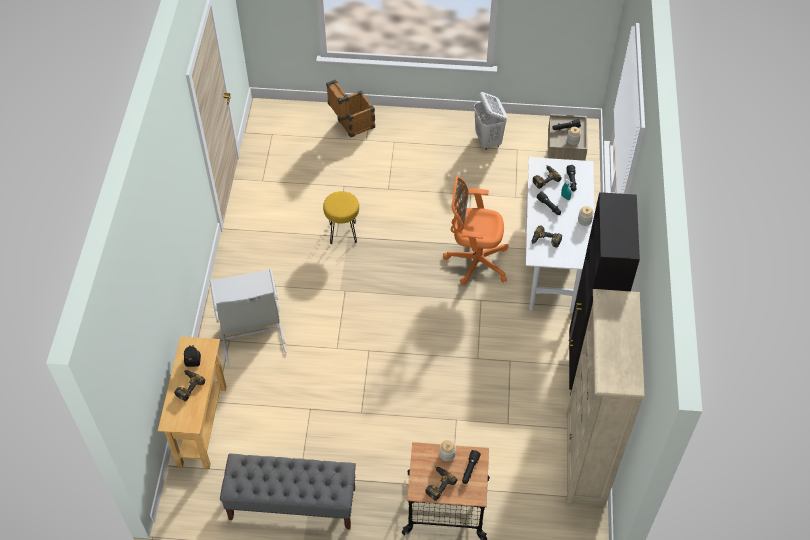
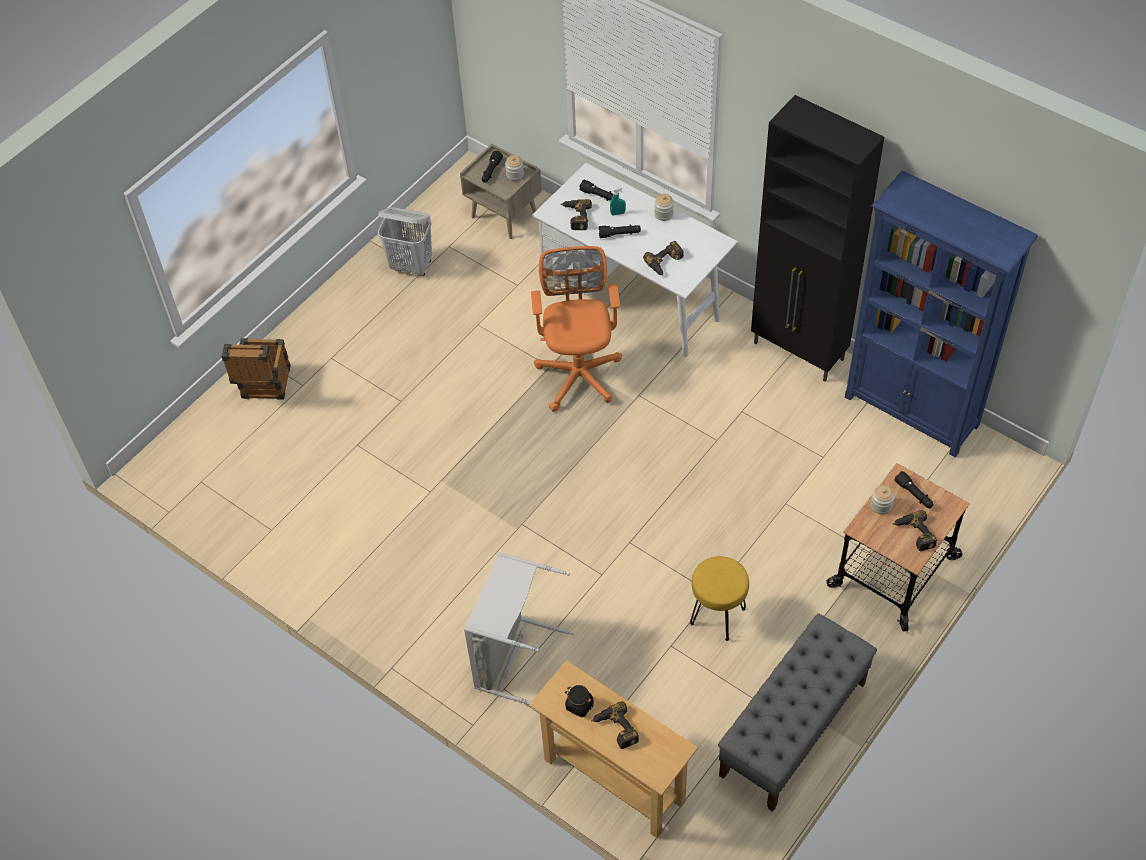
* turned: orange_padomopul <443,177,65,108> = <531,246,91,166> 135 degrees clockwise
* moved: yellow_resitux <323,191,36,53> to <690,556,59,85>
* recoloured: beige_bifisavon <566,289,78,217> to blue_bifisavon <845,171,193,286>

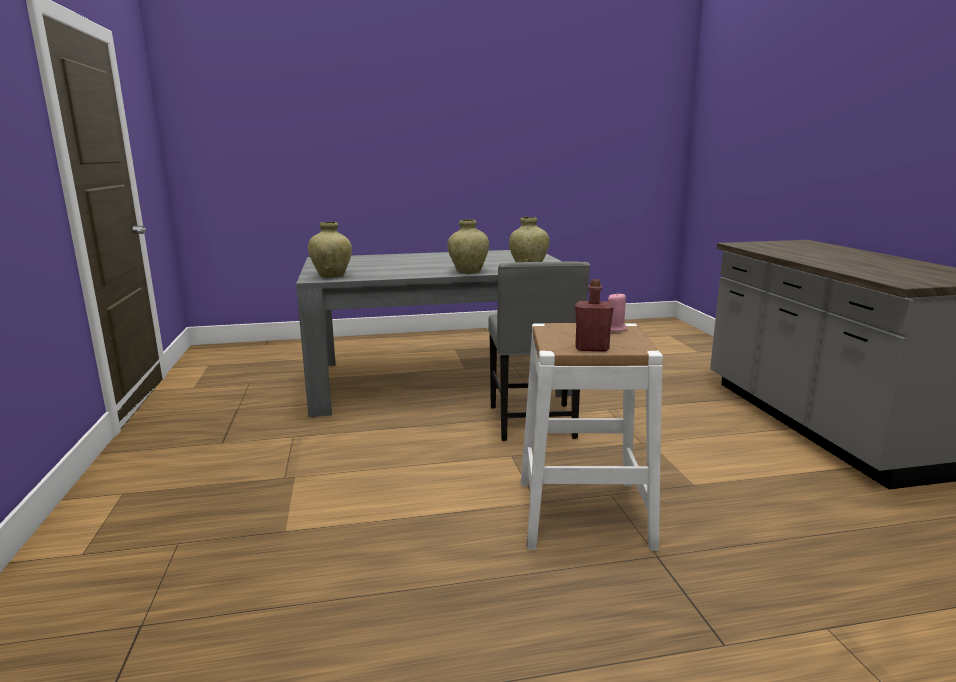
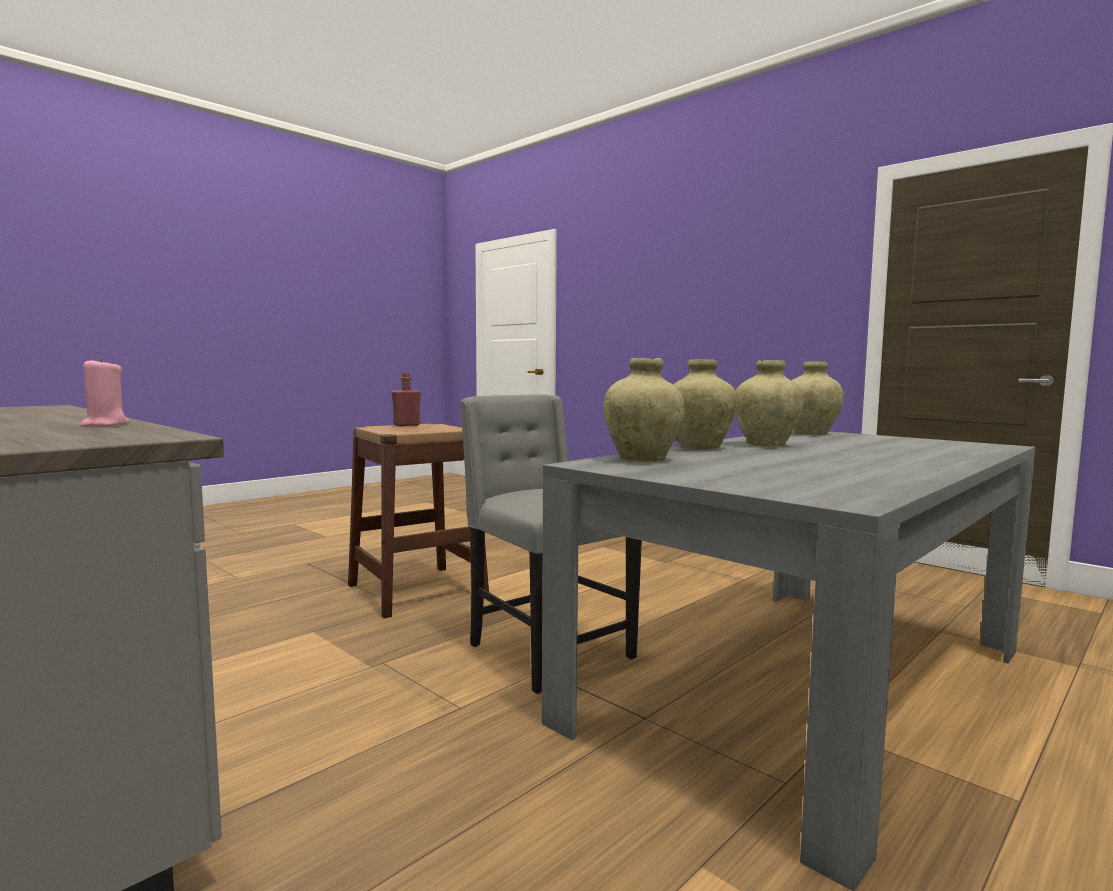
* moved: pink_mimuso <608,292,19,39> to <80,357,49,70>
* recoloured: white_resitux <521,323,142,228> to brown_resitux <348,424,141,194>
* added: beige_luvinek <736,360,68,87>

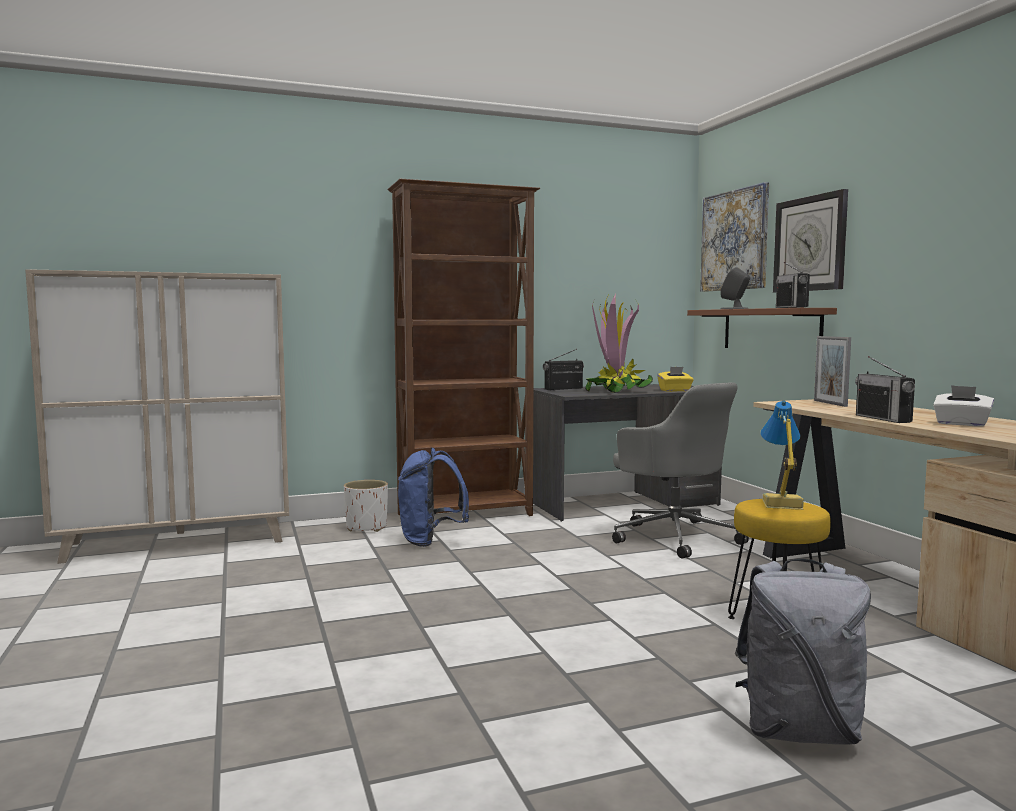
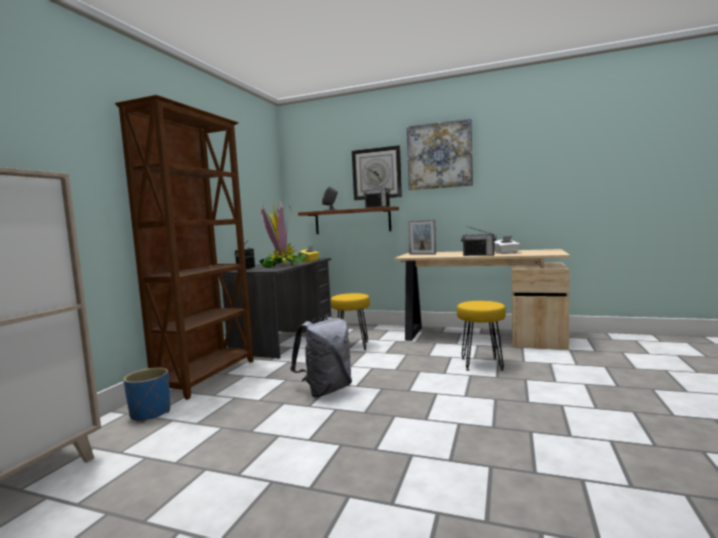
* moved: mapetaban <700,182,69,110> to <407,118,66,72>
* replaced: grey_padomopul <612,382,137,177> to yellow_resitux <331,293,39,57>
* removed: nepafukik <760,400,44,110>
* removed: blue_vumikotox <398,447,71,100>
* recoloured: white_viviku <344,480,44,52> to blue_viviku <123,368,47,54>
* moved: grey_vumikotox <735,559,136,186> to <290,316,62,81>

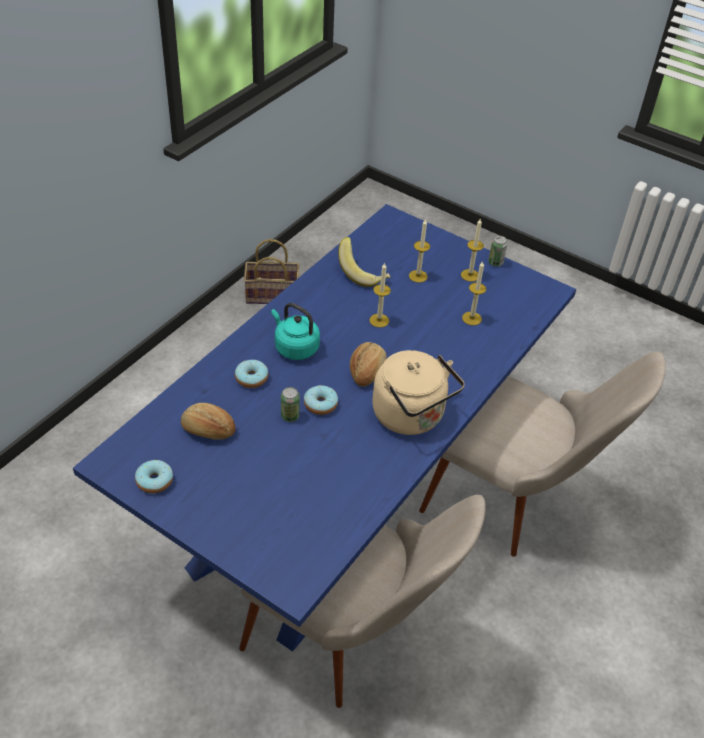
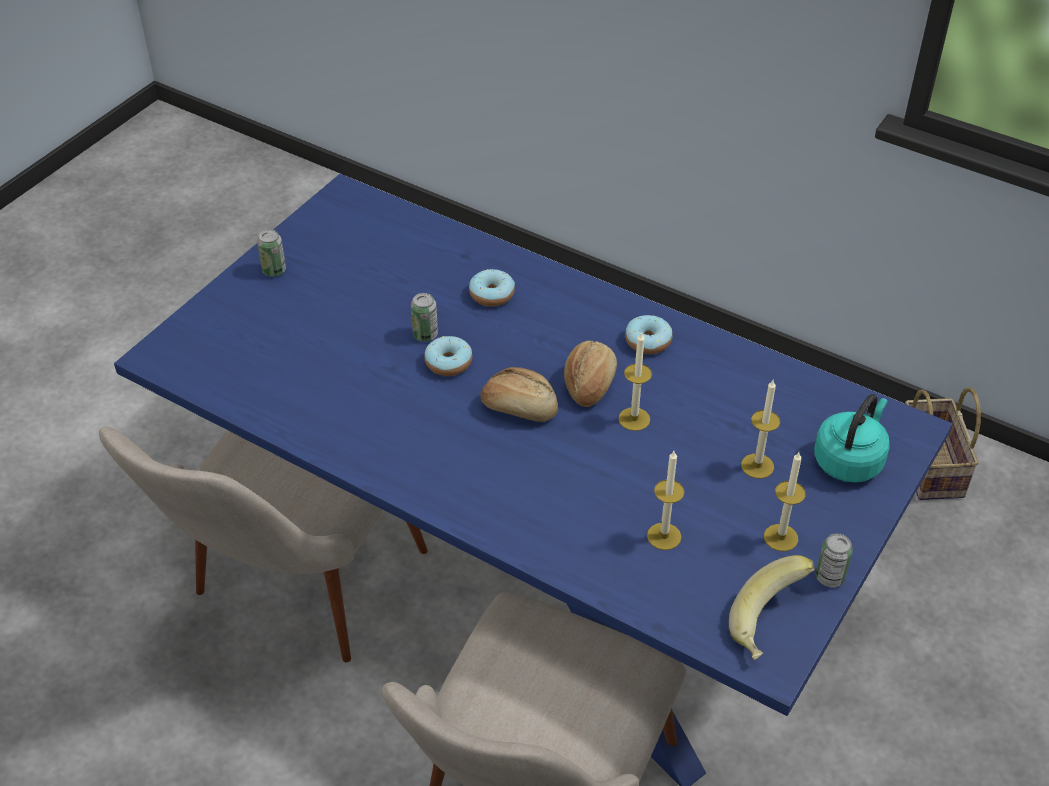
* moved: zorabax <338,237,52,50> to <729,555,86,105>
* moved: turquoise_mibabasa <271,303,49,57> to <814,394,76,89>
* removed: beige_mibabasa <372,350,93,85>
* moved: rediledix <181,403,55,37> to <564,341,53,66>
* moved: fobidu <135,460,38,33> to <625,315,48,39>
* added: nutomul <257,229,29,48>

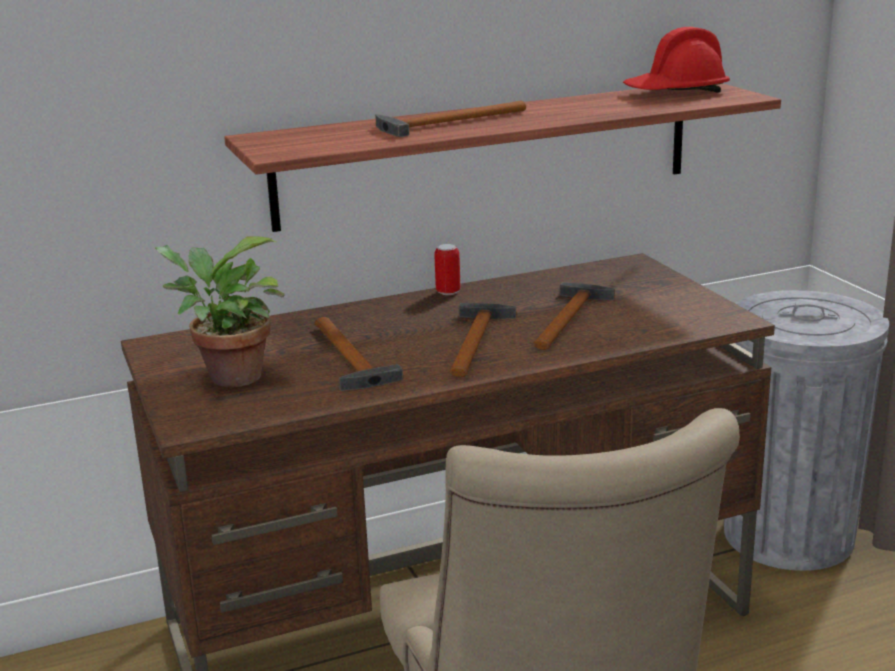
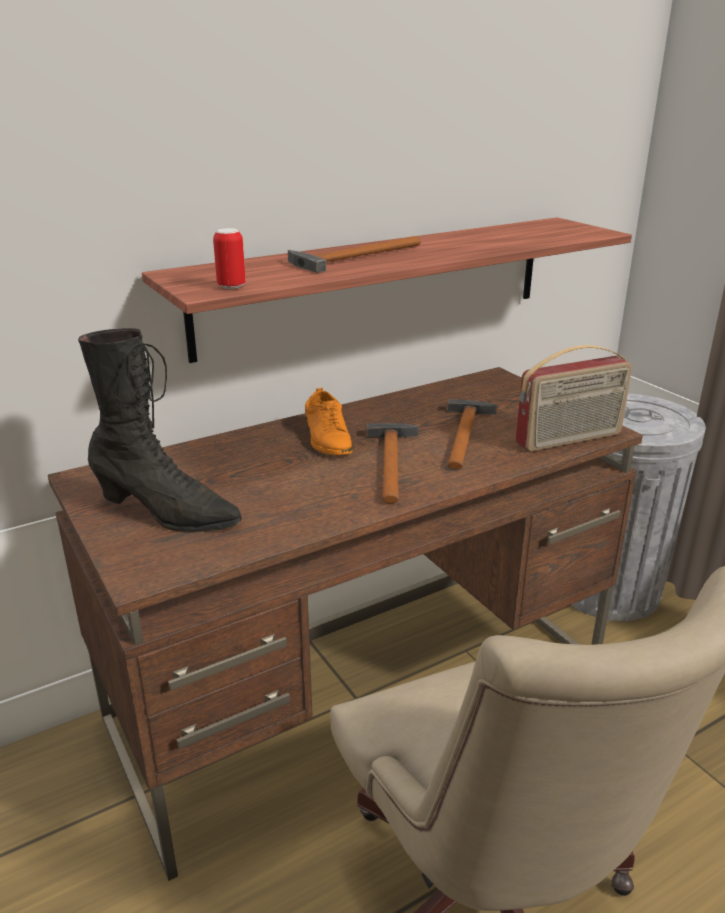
* removed: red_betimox <623,27,107,66>
* replaced: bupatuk <155,236,130,151> to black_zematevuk <78,328,164,205>
* moved: nutomul <434,244,27,51> to <213,228,33,61>
* removed: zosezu <315,317,88,74>
* added: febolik <515,345,117,107>
* added: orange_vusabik <305,388,48,67>

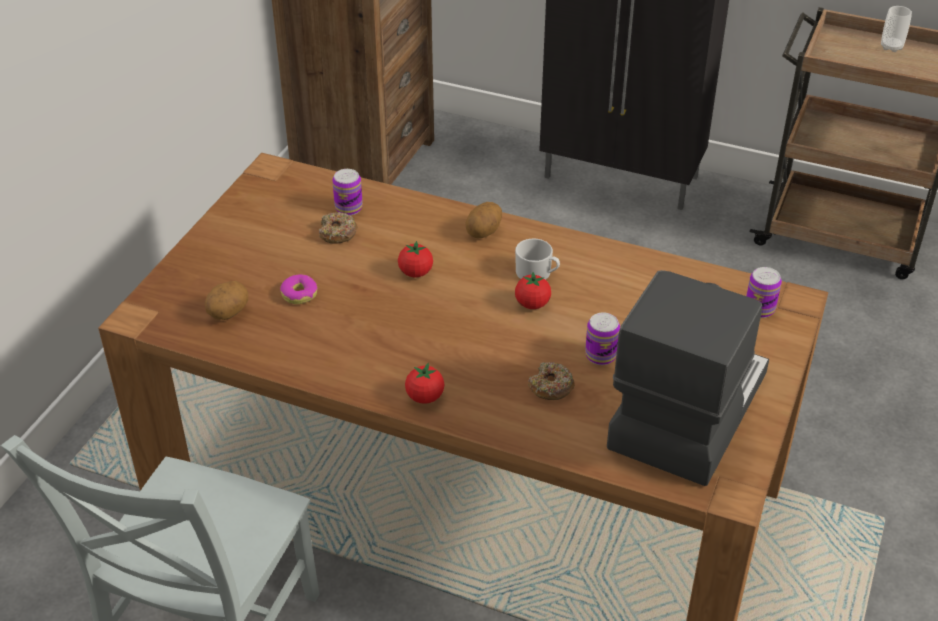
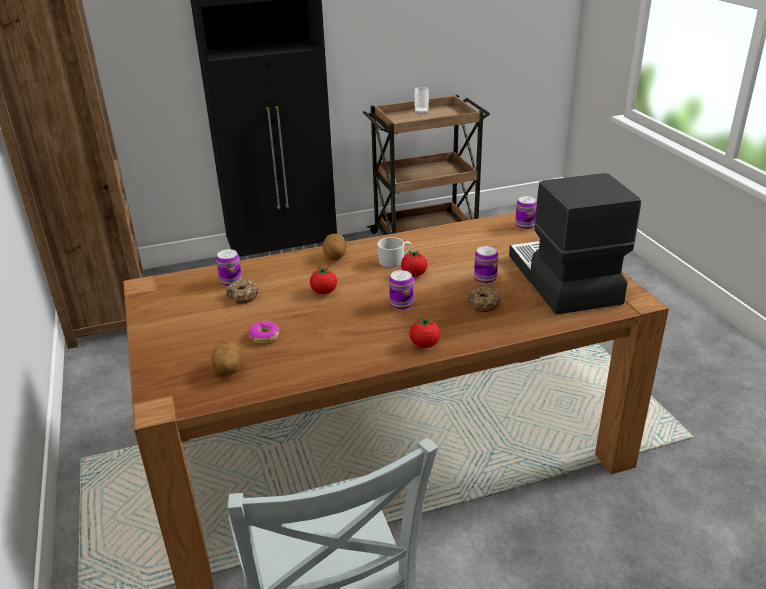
* added: nutomul <389,270,24,40>

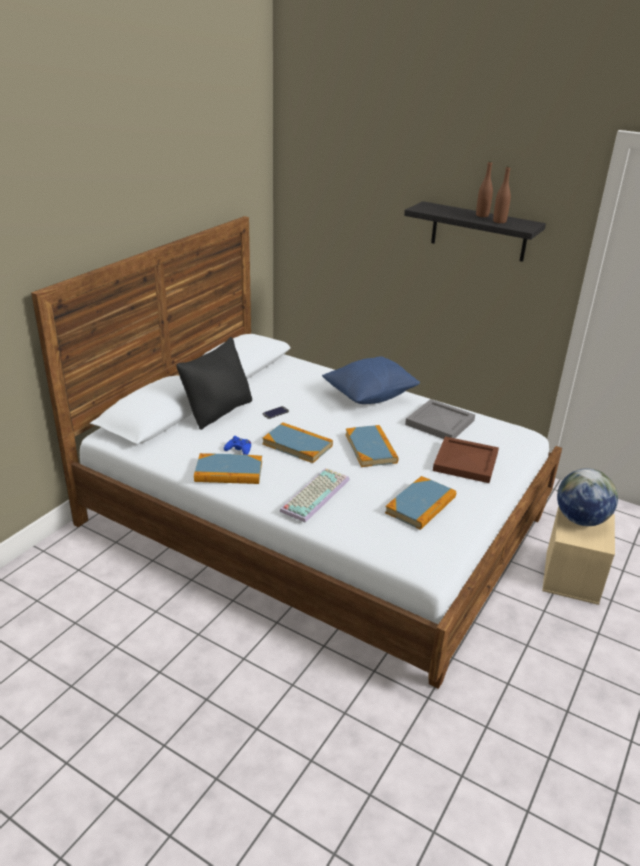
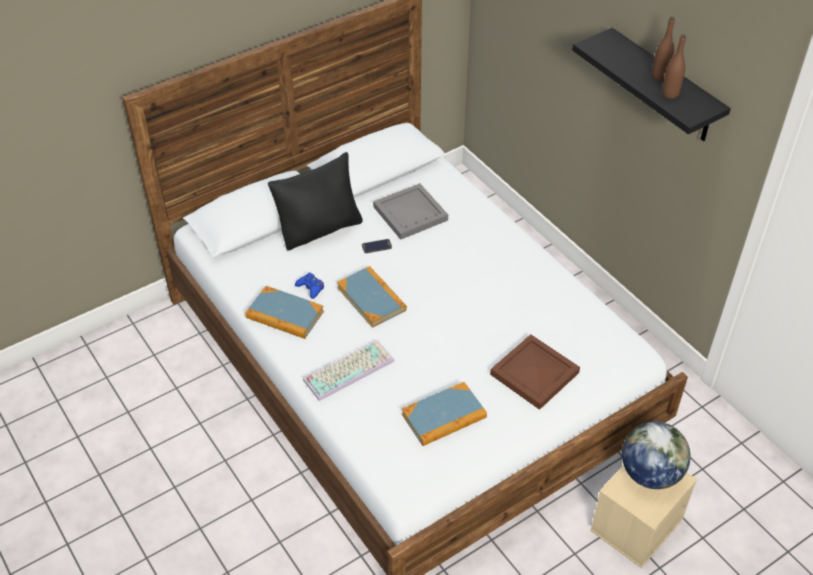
* removed: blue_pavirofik <322,356,98,48>
* moved: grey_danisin <405,399,70,40> to <373,183,75,57>
* removed: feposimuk <345,425,54,42>

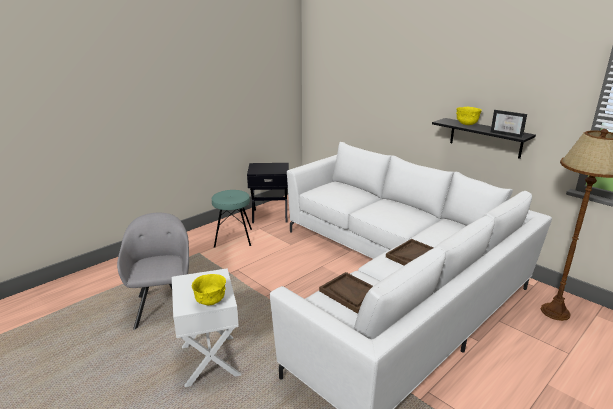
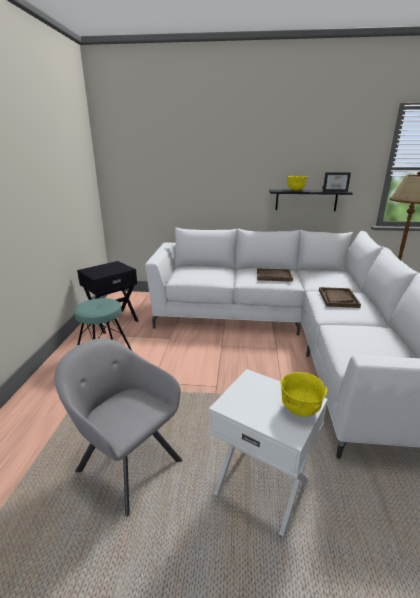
* moved: brown_danisin <319,272,54,42> to <257,268,36,14>

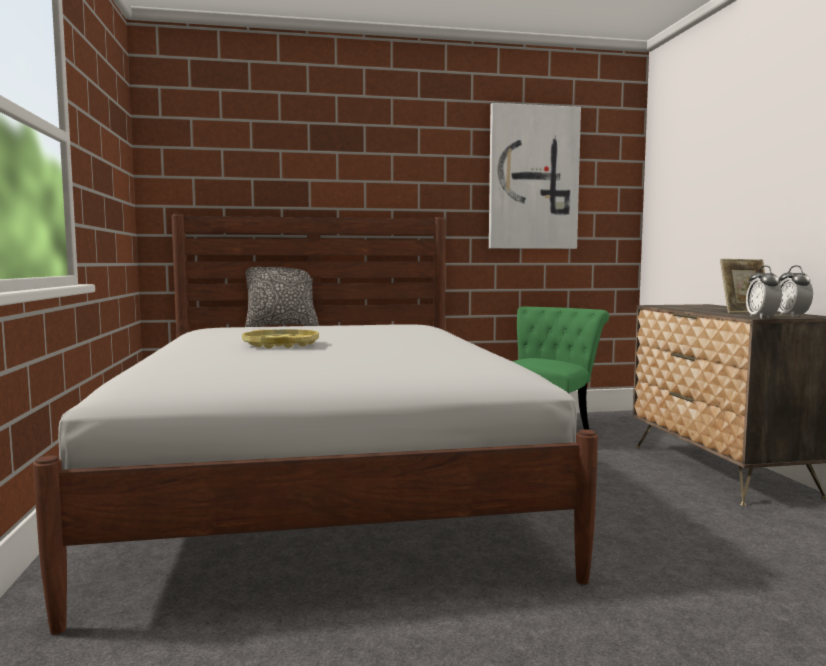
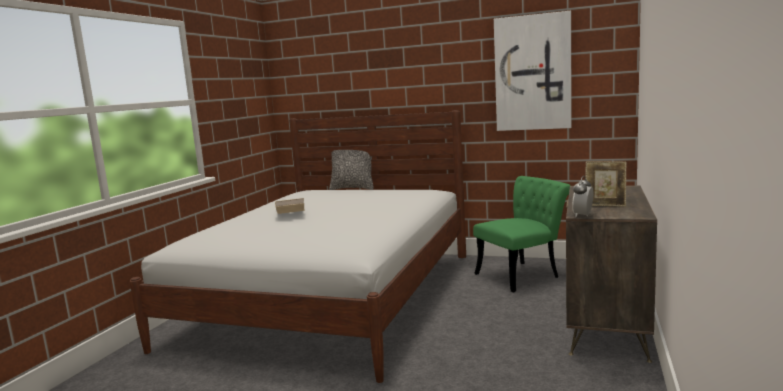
* removed: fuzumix <778,265,35,52>
* replaced: yellow_danisin <242,329,77,20> to beige_feposimuk <275,198,29,16>

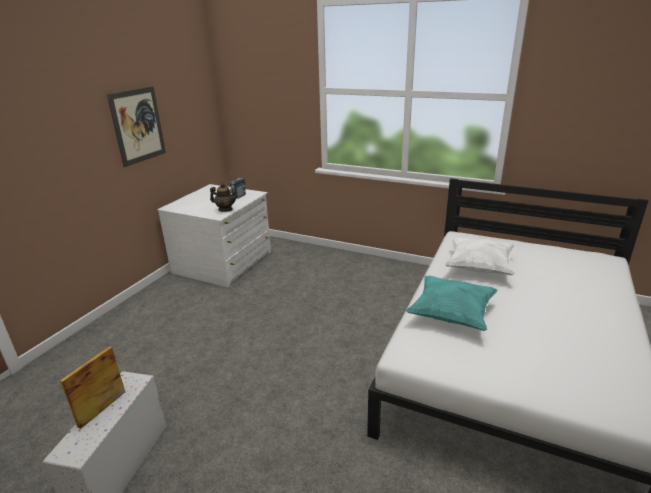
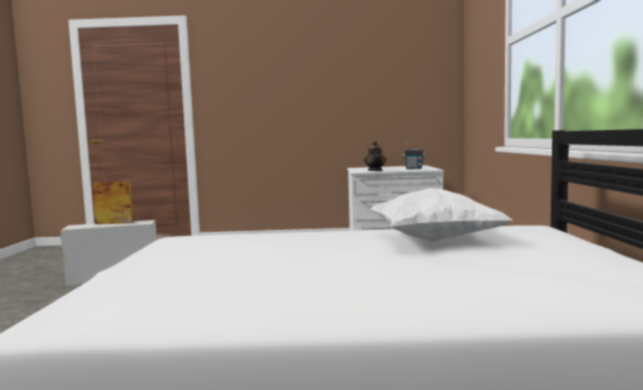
* removed: mapetaban <107,86,59,81>
* removed: turquoise_pavirofik <406,276,91,55>

